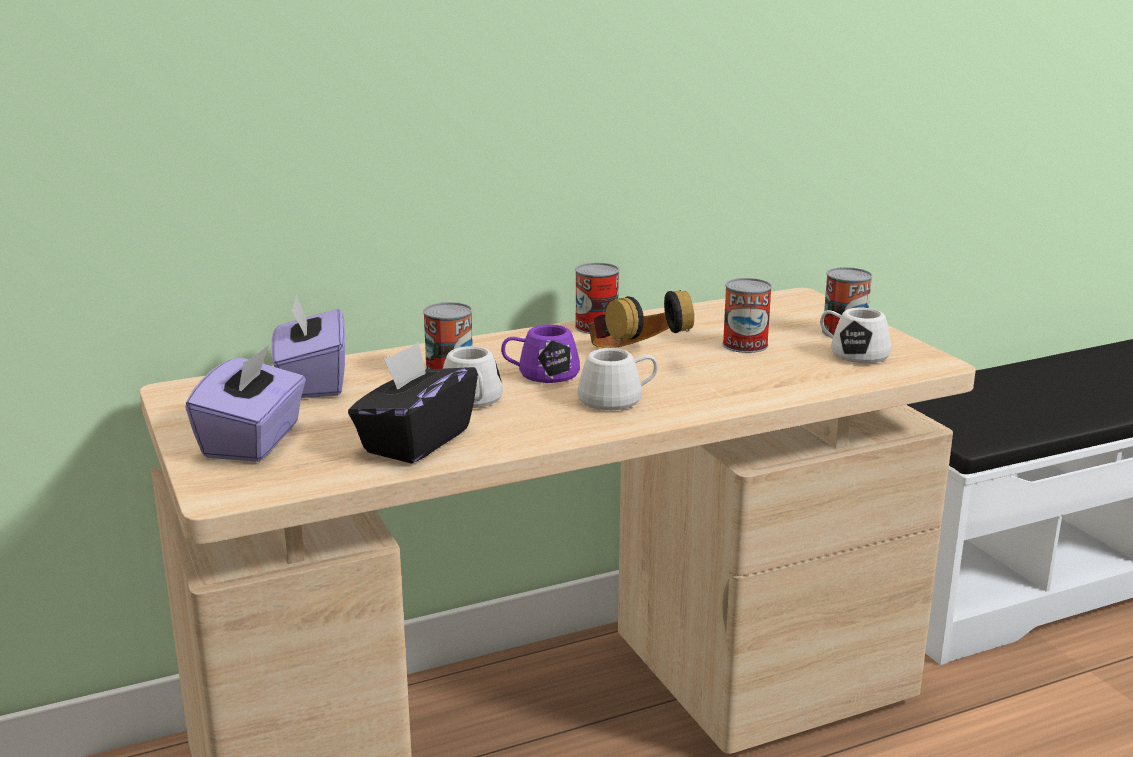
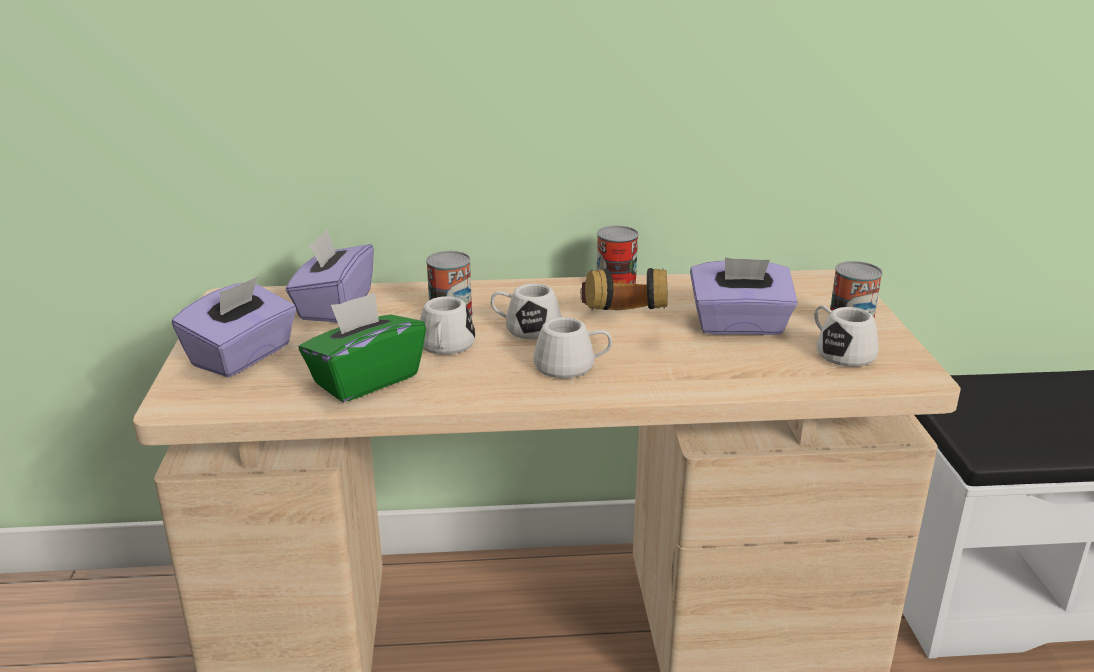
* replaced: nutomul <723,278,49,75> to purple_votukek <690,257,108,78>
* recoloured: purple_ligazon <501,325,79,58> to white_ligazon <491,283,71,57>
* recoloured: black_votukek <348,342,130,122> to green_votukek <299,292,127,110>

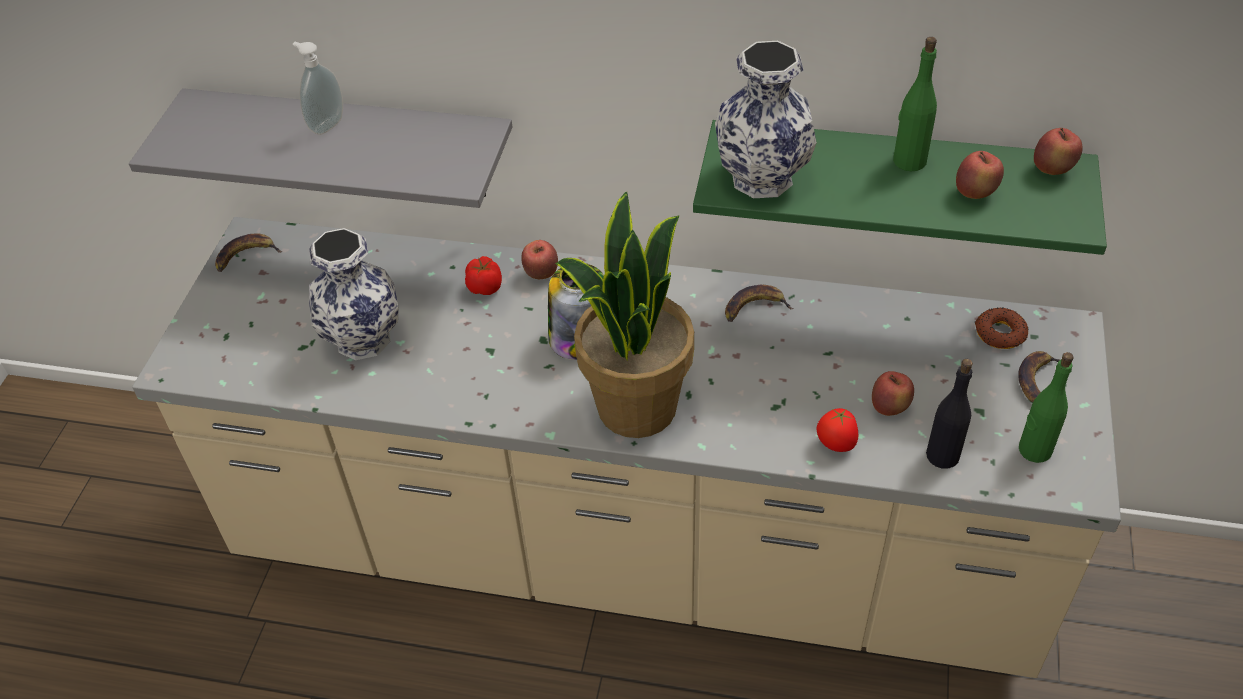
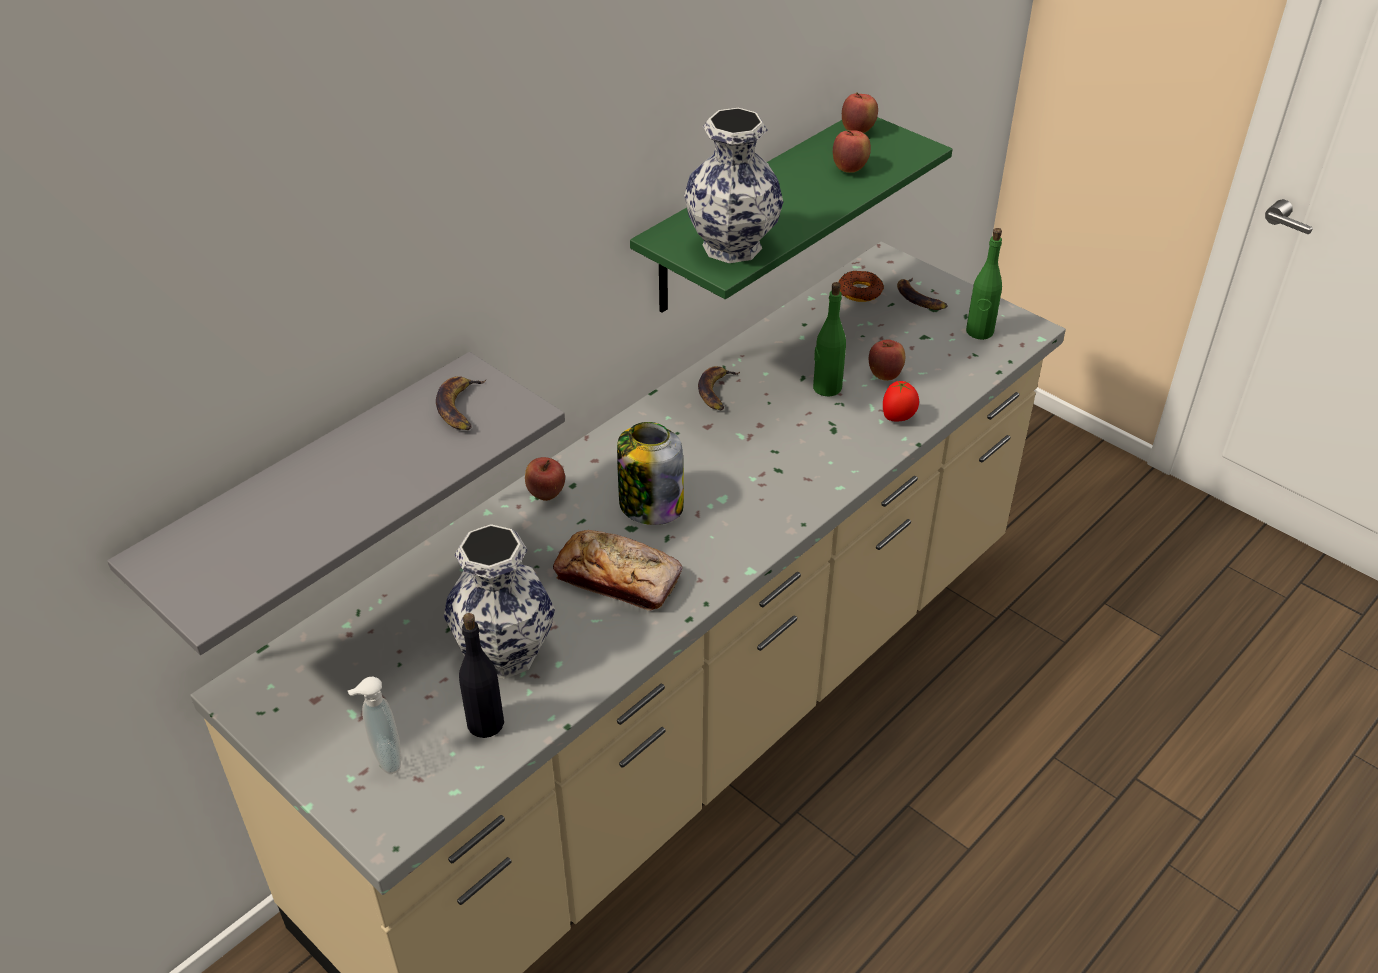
* moved: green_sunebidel <893,37,44,134> to <813,282,33,114>
* moved: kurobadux <293,42,50,93> to <348,677,53,97>
* removed: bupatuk <555,192,139,246>
* moved: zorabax <215,234,67,38> to <436,376,50,54>
* removed: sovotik <465,256,37,39>
* moved: black_sunebidel <926,359,47,110> to <459,613,45,125>
* added: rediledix <553,530,129,81>

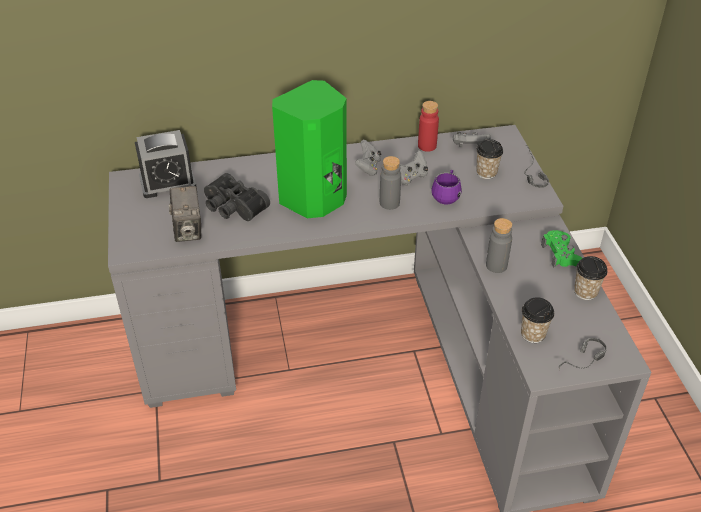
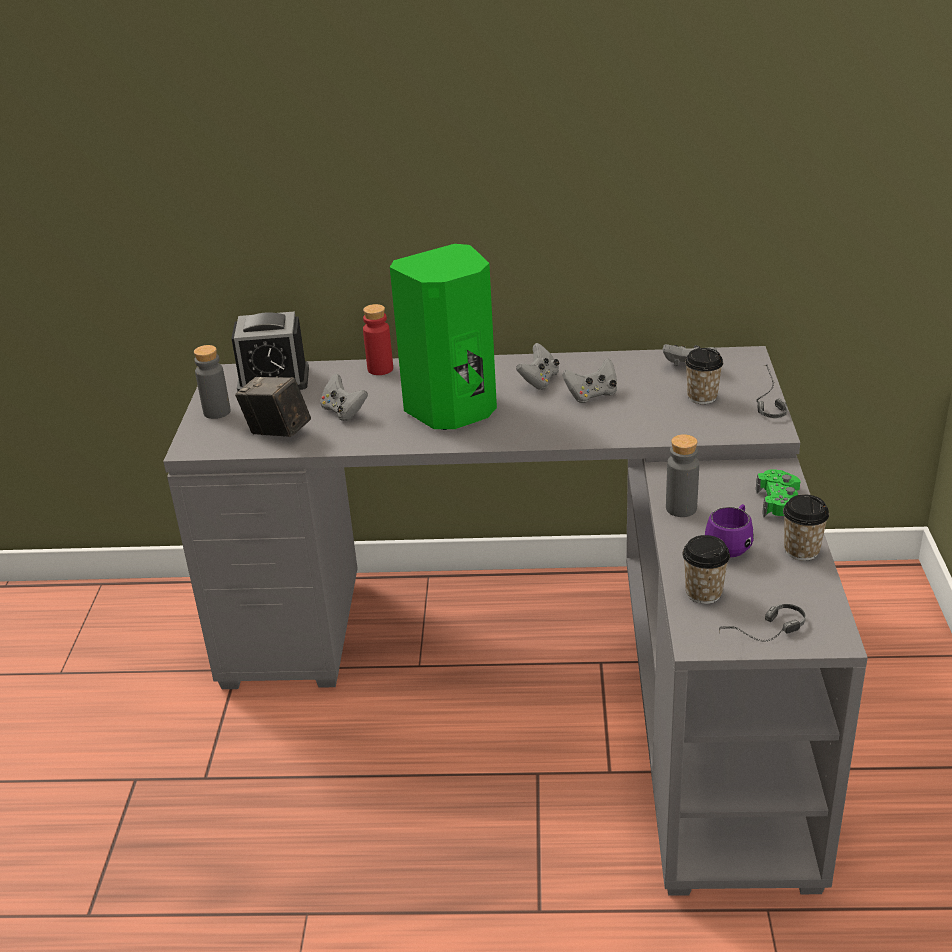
* moved: red_sunebidel <418,101,21,51> to <363,304,30,71>
* moved: grey_sunebidel <380,156,21,54> to <194,345,37,74>
* moved: purple_ligazon <431,170,31,34> to <705,504,49,53>
* replaced: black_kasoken <204,173,66,48> to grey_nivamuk <320,373,48,48>
* turned: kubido <169,186,32,56> = <235,376,76,61> 120 degrees clockwise

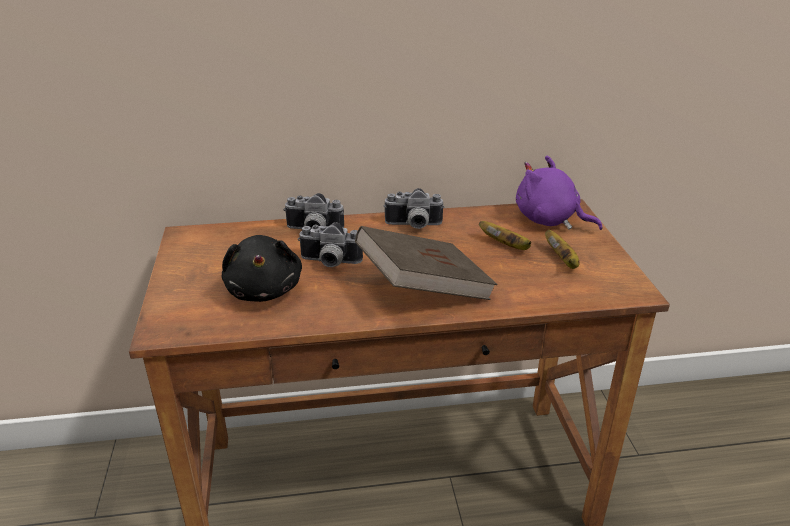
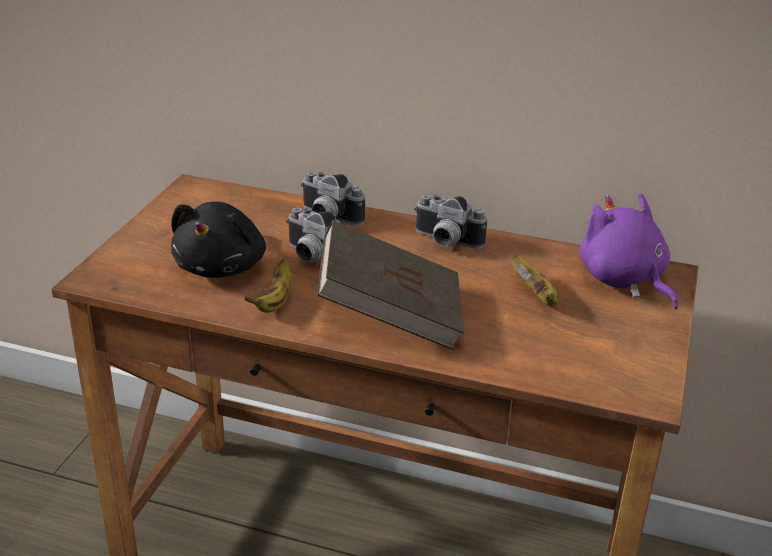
* moved: zorabax <545,230,34,39> to <244,259,47,54>

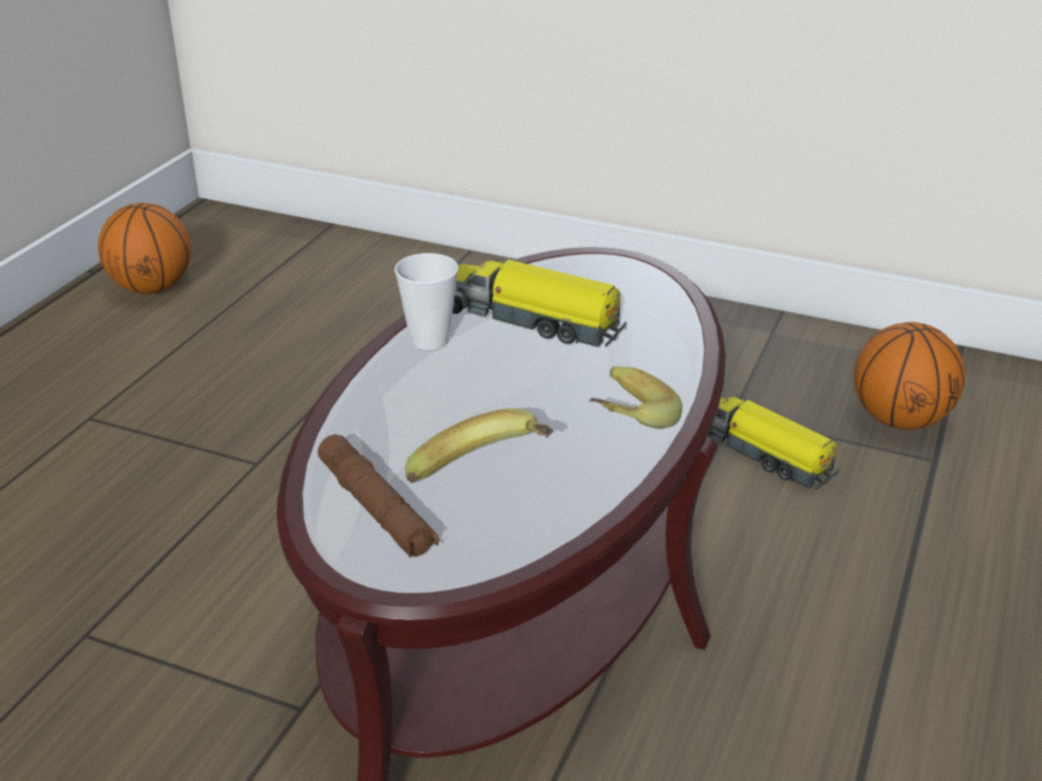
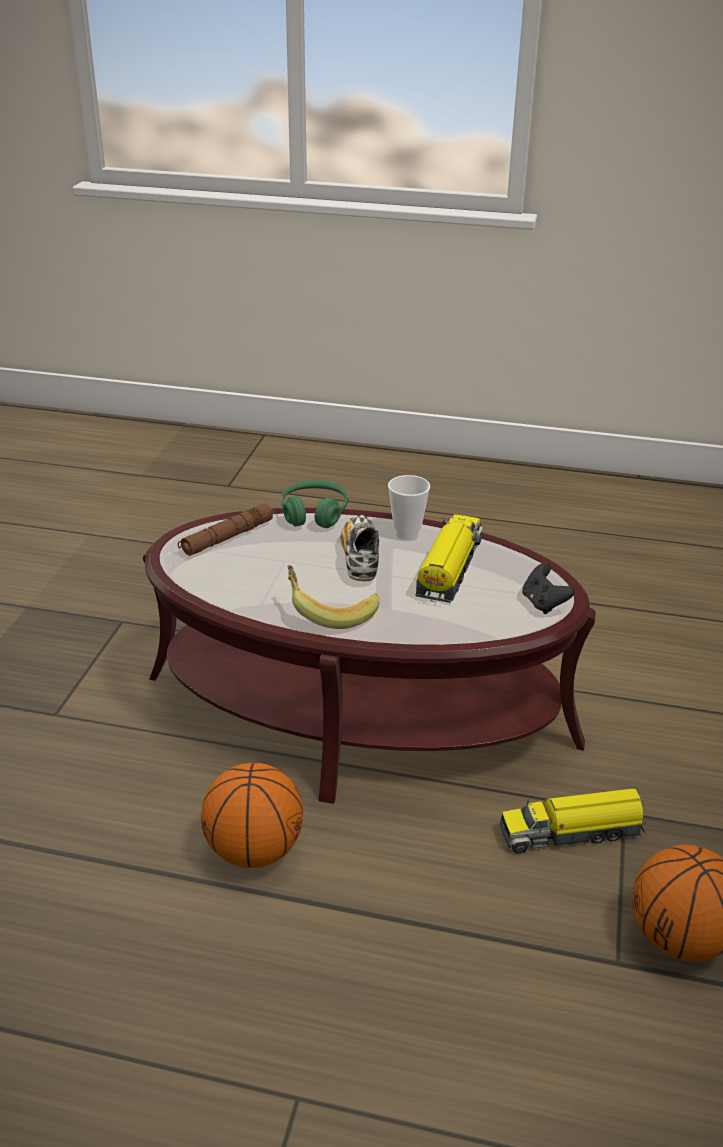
* moved: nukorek <98,203,93,91> to <201,763,102,105>
* turned: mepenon <708,396,131,94> = <500,789,146,65> 135 degrees counterclockwise
* removed: zorabax <405,408,148,75>
* added: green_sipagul <282,479,66,49>
* added: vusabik <341,515,38,66>
* added: black_nivamuk <522,563,53,51>

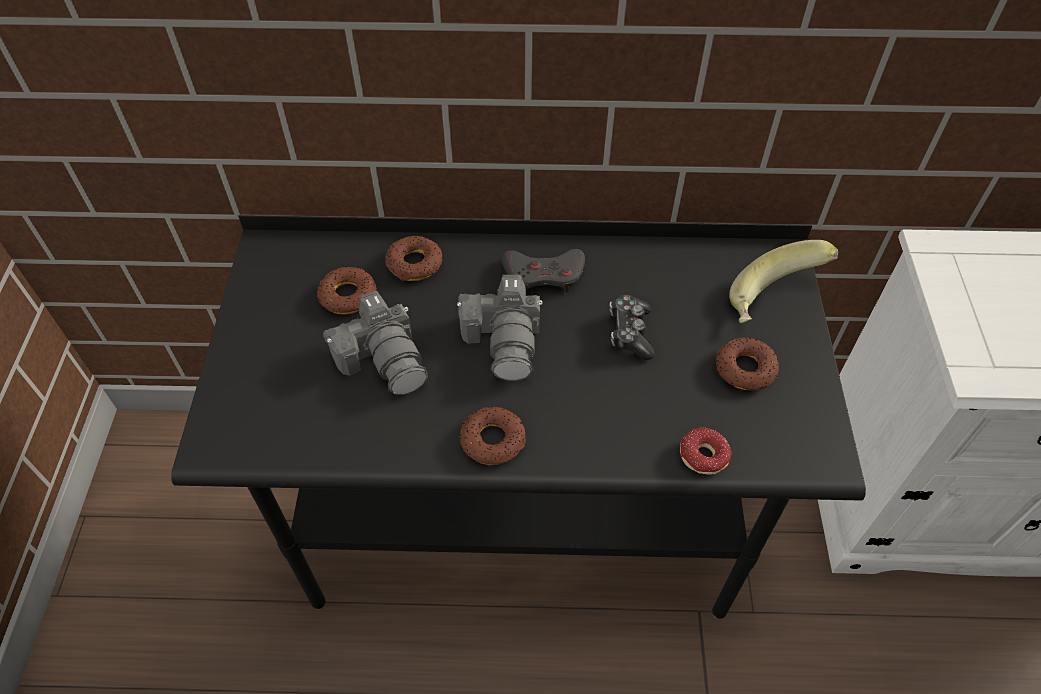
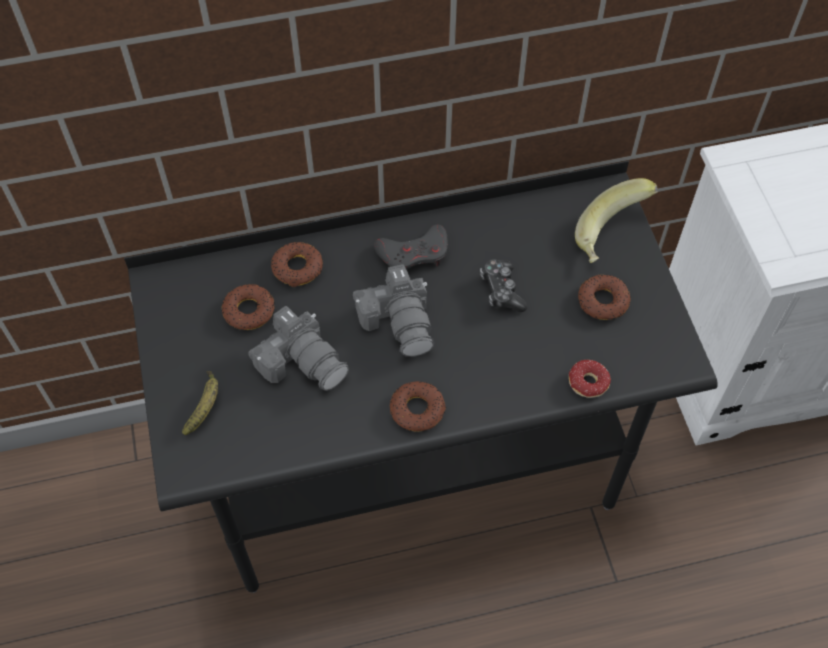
* added: zorabax <182,371,36,64>

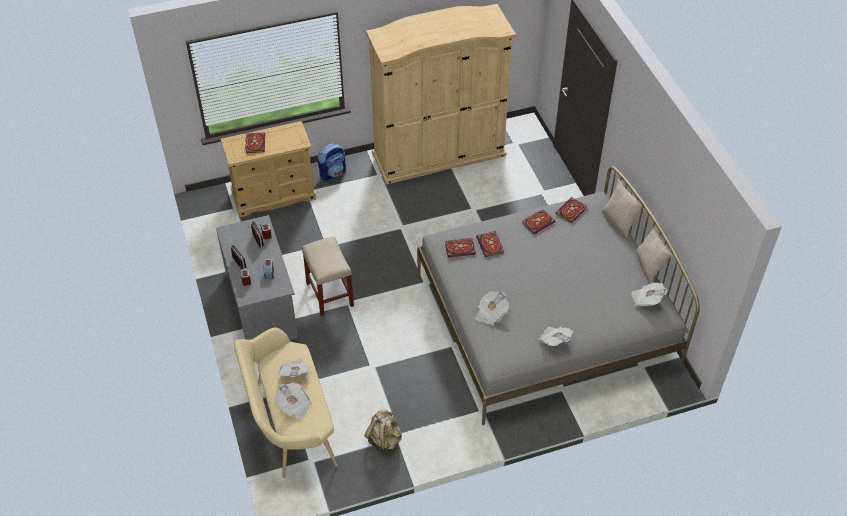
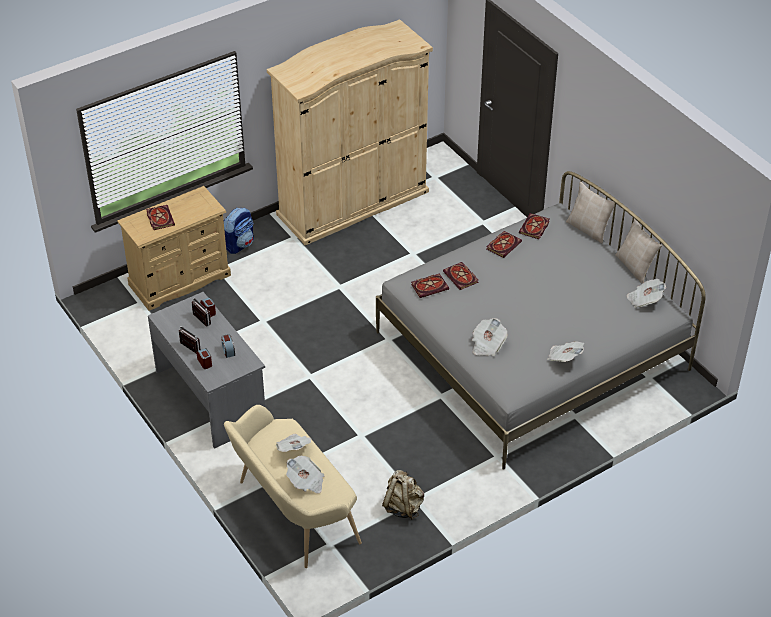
* removed: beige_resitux <302,236,52,80>

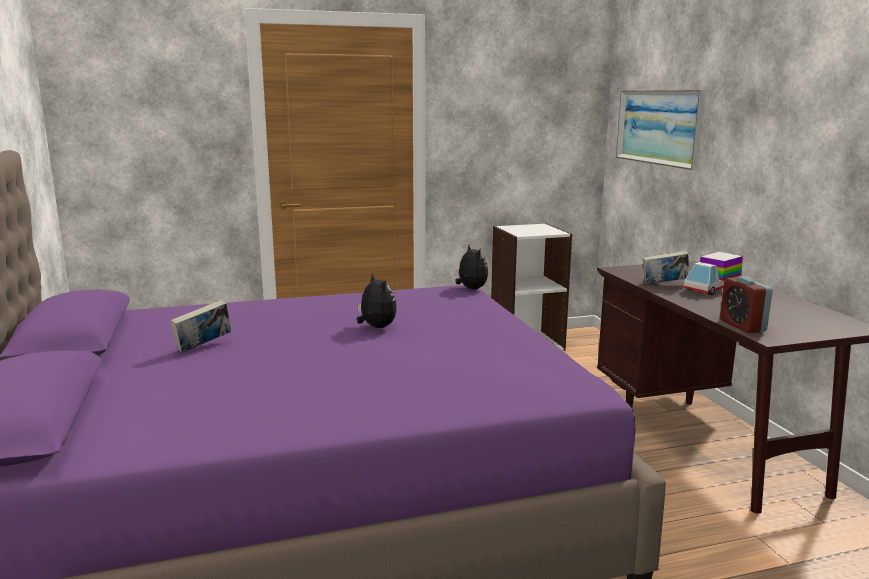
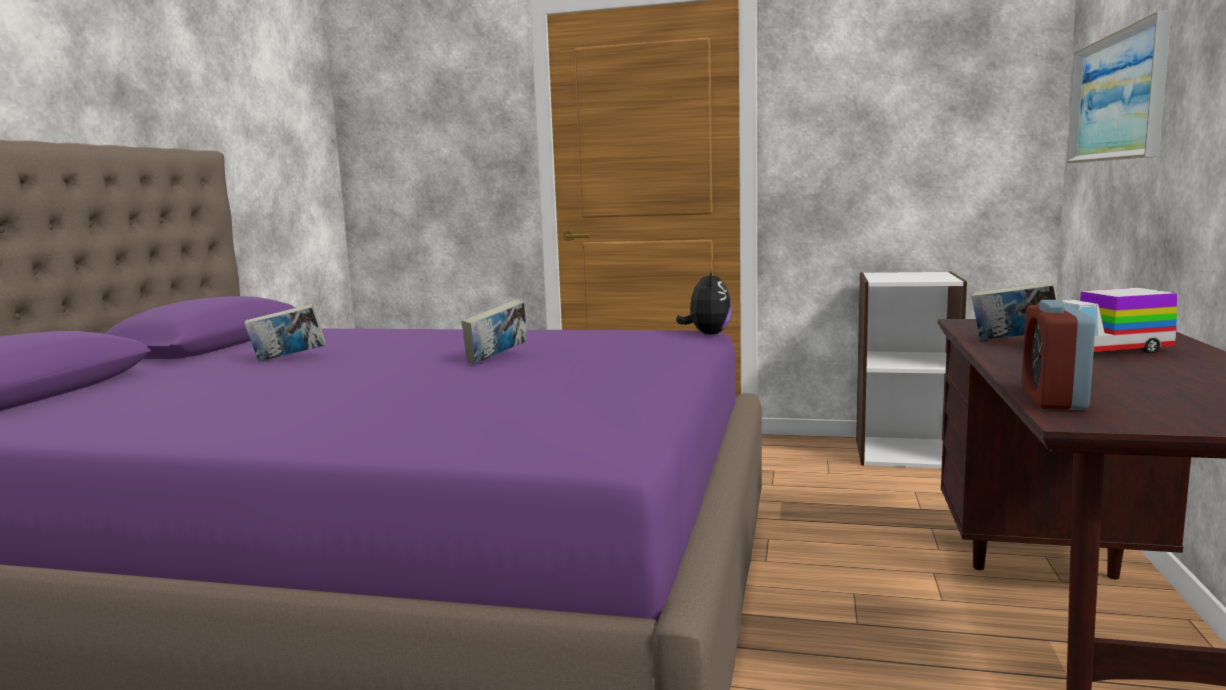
* replaced: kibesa <357,273,40,55> to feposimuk <462,299,65,65>

